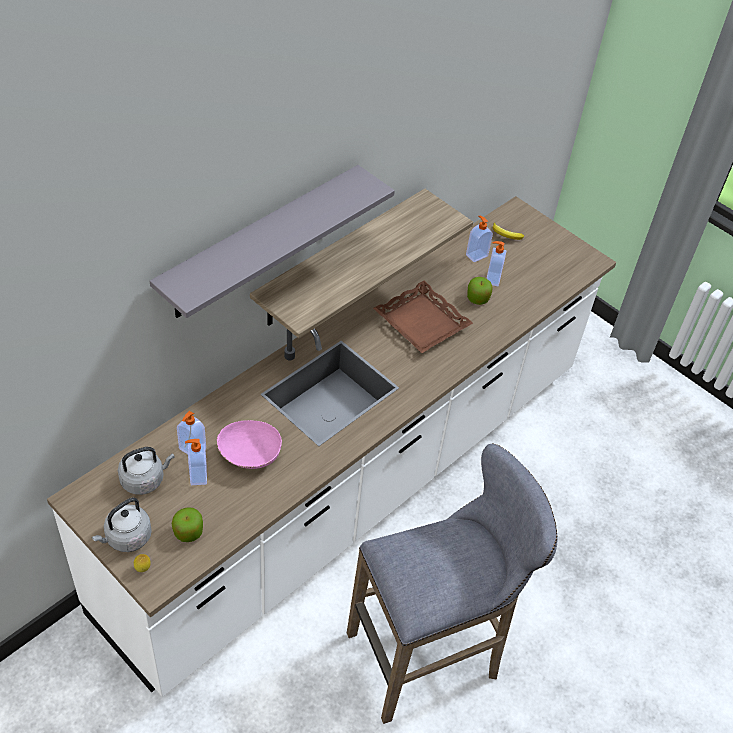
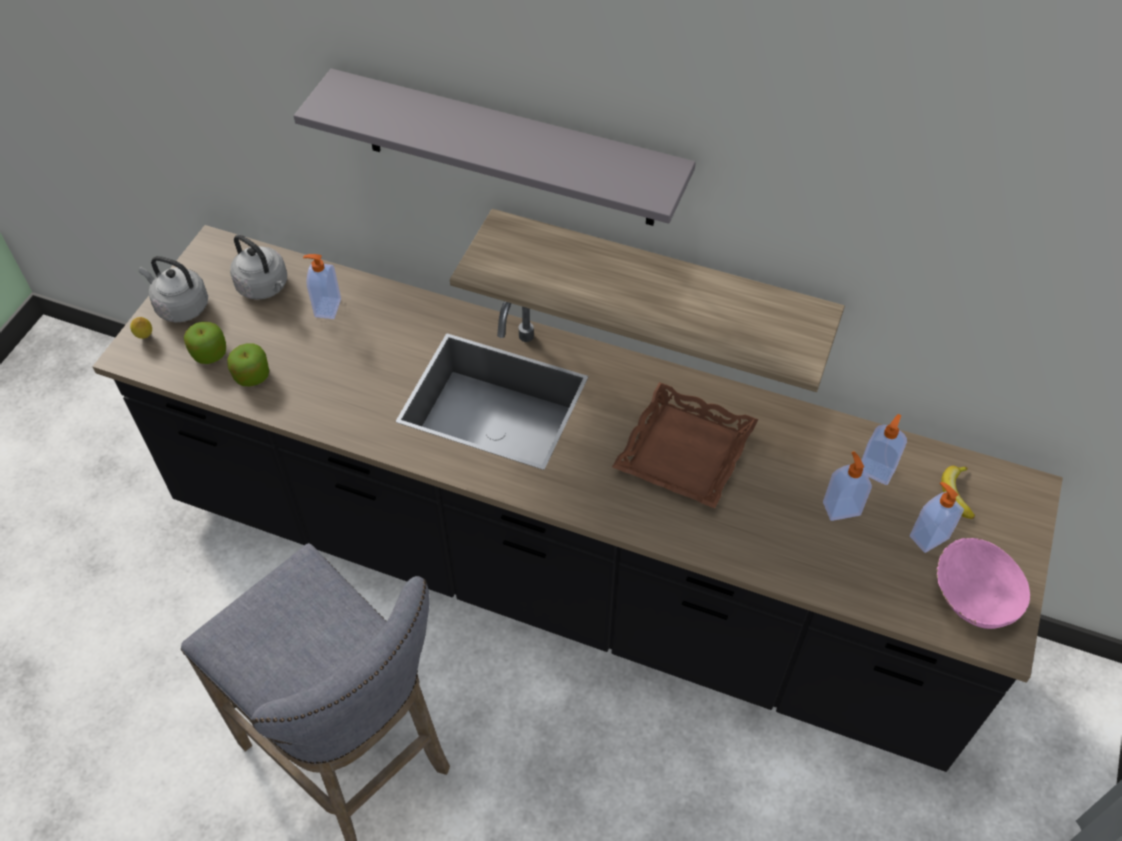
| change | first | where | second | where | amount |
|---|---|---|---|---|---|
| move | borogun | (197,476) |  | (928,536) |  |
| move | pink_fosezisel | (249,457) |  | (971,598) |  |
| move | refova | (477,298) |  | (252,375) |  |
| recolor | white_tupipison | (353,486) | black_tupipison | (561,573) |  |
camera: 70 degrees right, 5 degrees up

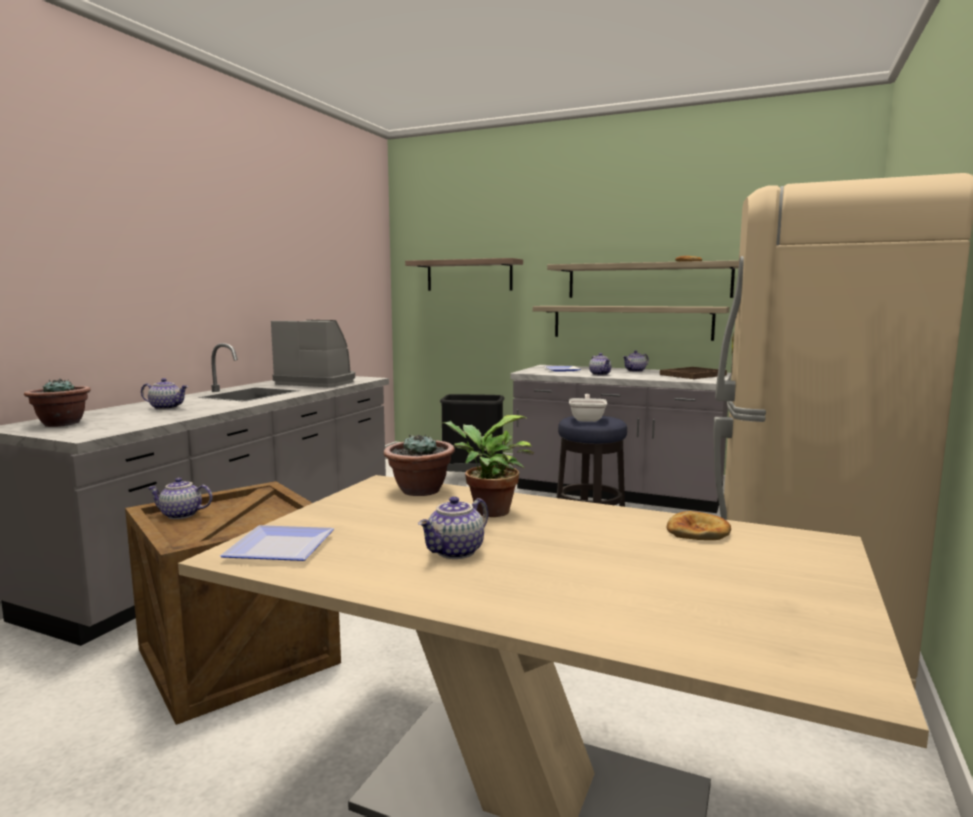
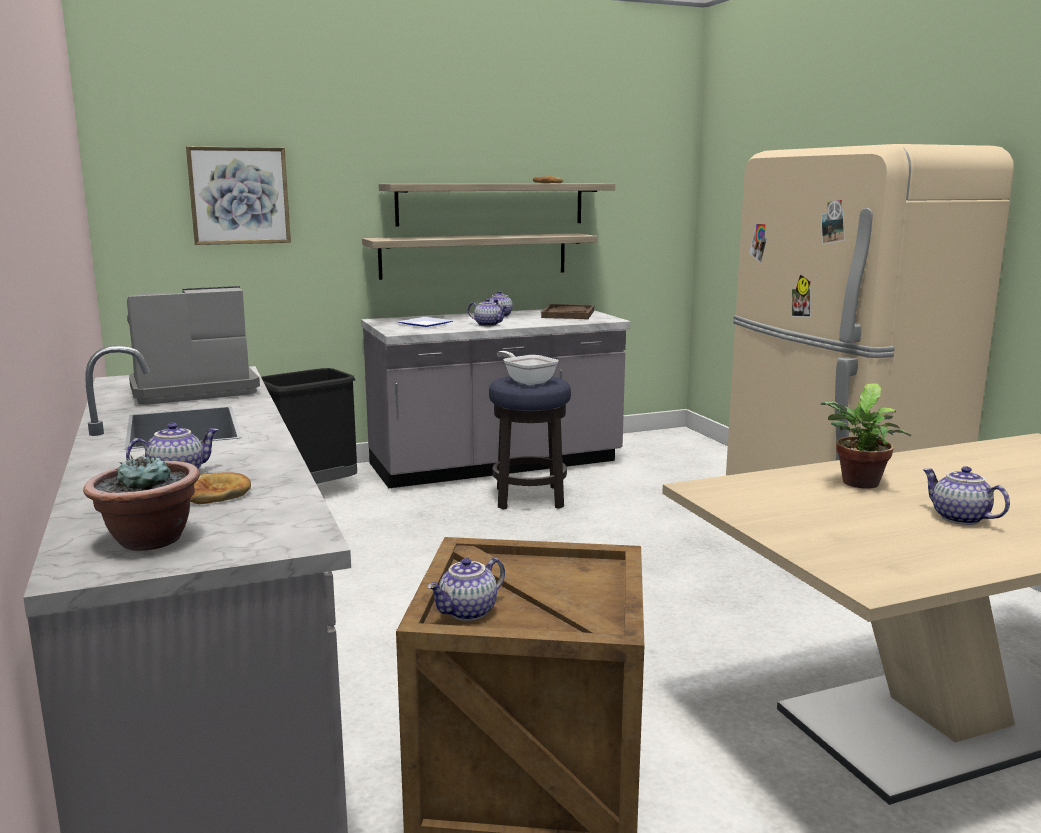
| change | first | where | second | where | amount |
|---|---|---|---|---|---|
| delete | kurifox | (276,549) |  |  |  |
| delete | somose | (420,491) |  |  |  |
| move | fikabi | (698,531) |  | (217,493) |  |
| replace | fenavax | (469,275) | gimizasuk | (239,196) |  |
| rotate | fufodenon | (456,552) |  | (958,518) | 150 degrees clockwise |
camera: 45 degrees left, 5 degrees up

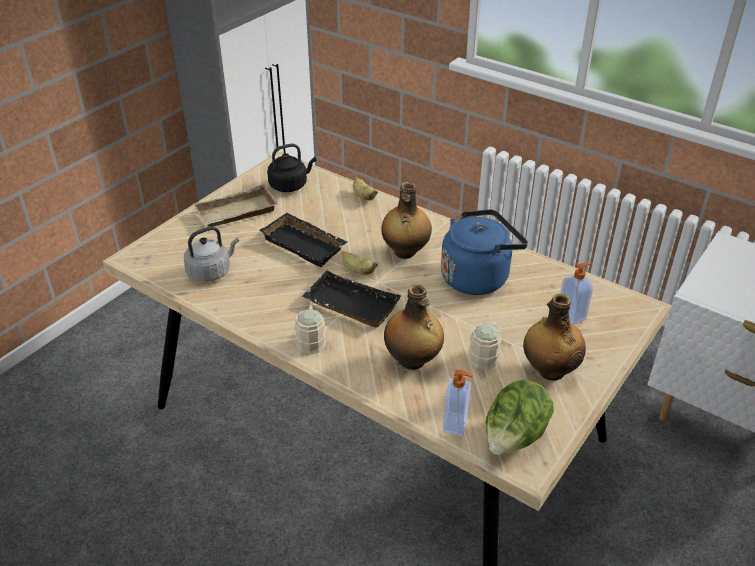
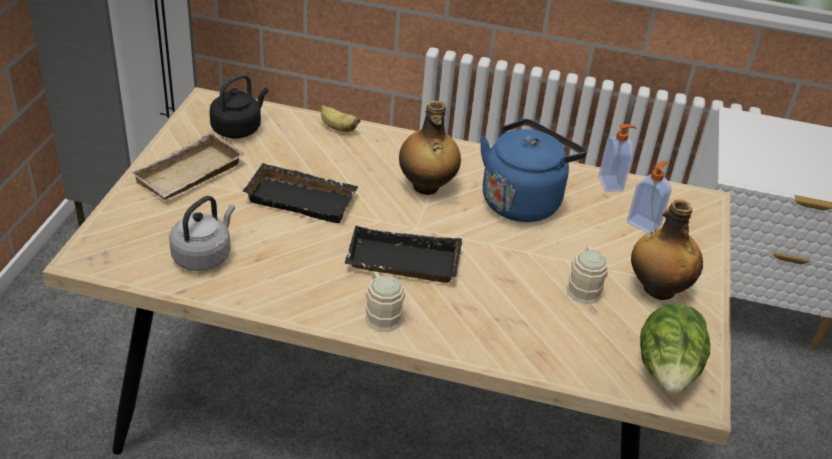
| change | first | where | second | where | amount |
|---|---|---|---|---|---|
| delete | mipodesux | (357,271) |  |  |  |
| delete | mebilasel | (412,361) |  |  |  |
| move | borogun | (456,424) |  | (611,184) |  |
camera: 25 degrees left, 0 degrees up

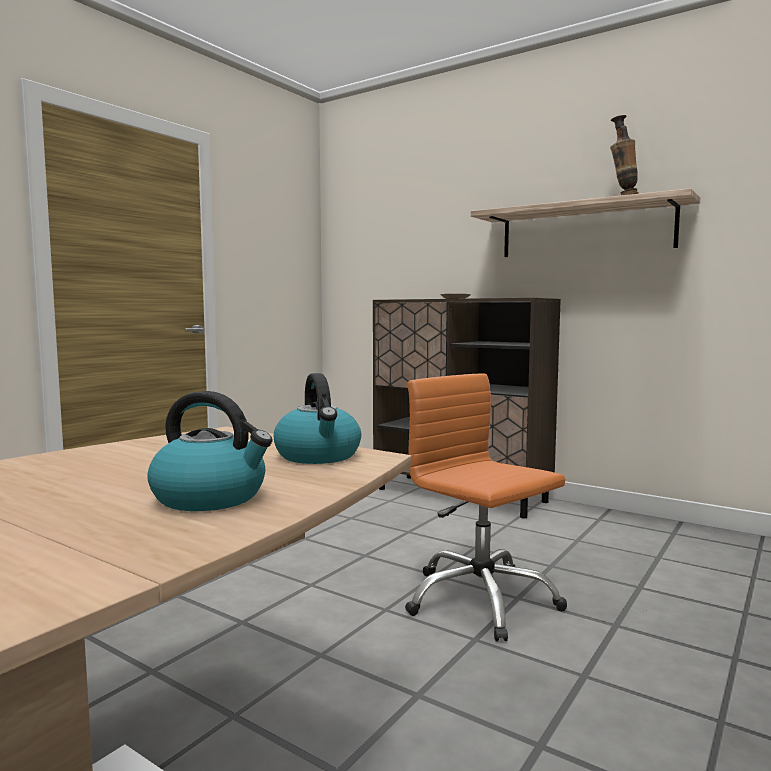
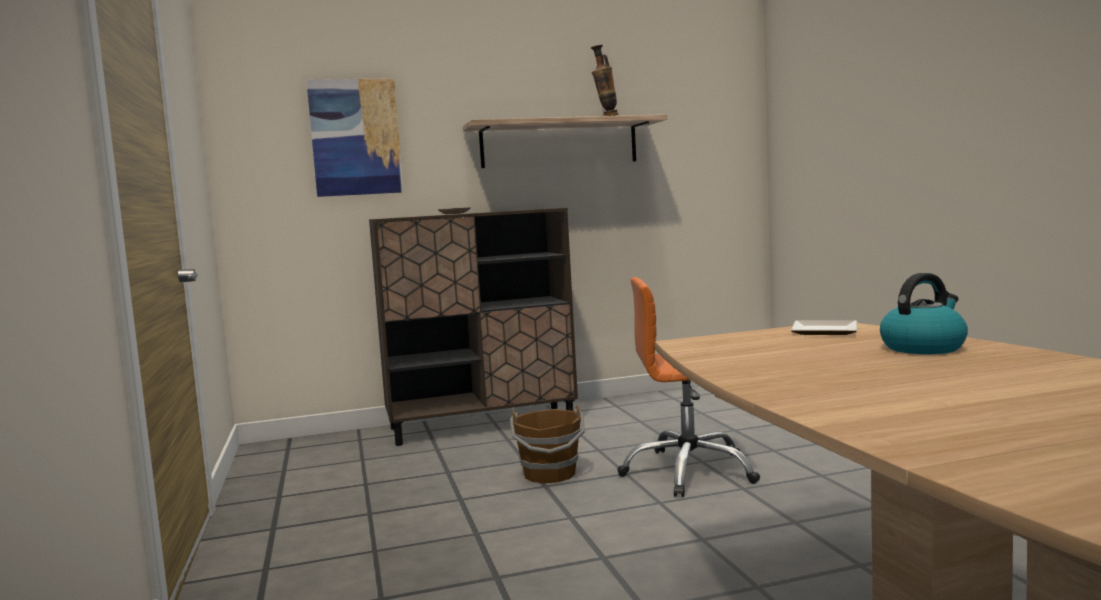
| change | first | where | second | where | amount |
|---|---|---|---|---|---|
| insert |  |  | gimizasuk | (355,137) |  |
| insert |  |  | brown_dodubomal | (550,474) |  |
| replace | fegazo | (319,456) | kurifox | (822,331) |  |
camera: 50 degrees left, 0 degrees up

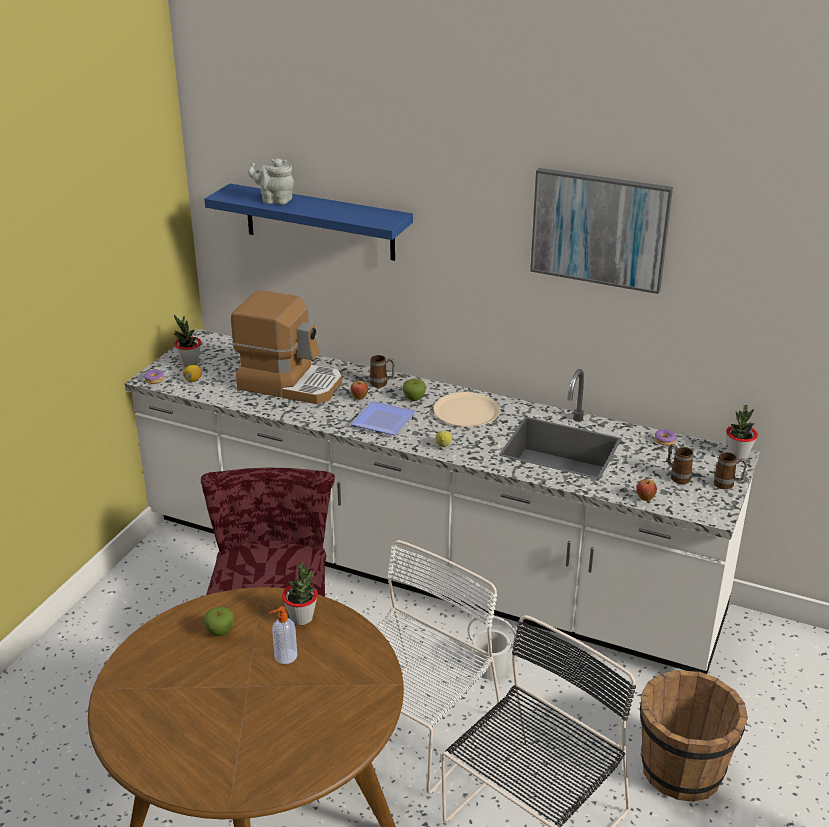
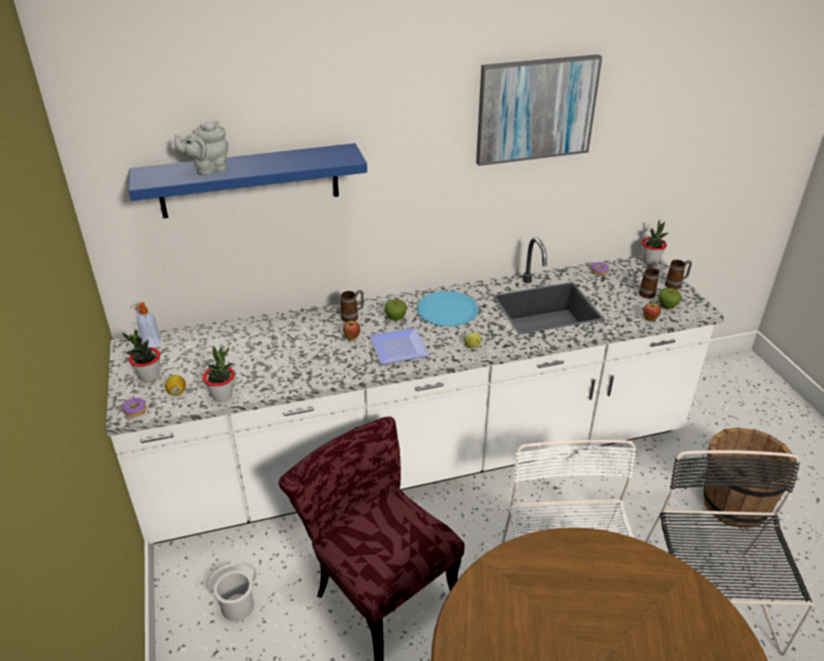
| change | first | where | second | where | amount |
|---|---|---|---|---|---|
| delete | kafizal | (290,383) |  |  |  |
| move | refova | (220,632) |  | (667,307) |  |
| move | borogun | (285,656) |  | (151,343) |  |
| move | somose | (301,618) |  | (222,395) |  |
| move | white_dodubomal | (490,667) |  | (237,606) |  |
| recolor | beige_kurifox | (466,411) | blue_kurifox | (447,310) |  |
camera: 40 degrees left, 5 degrees up

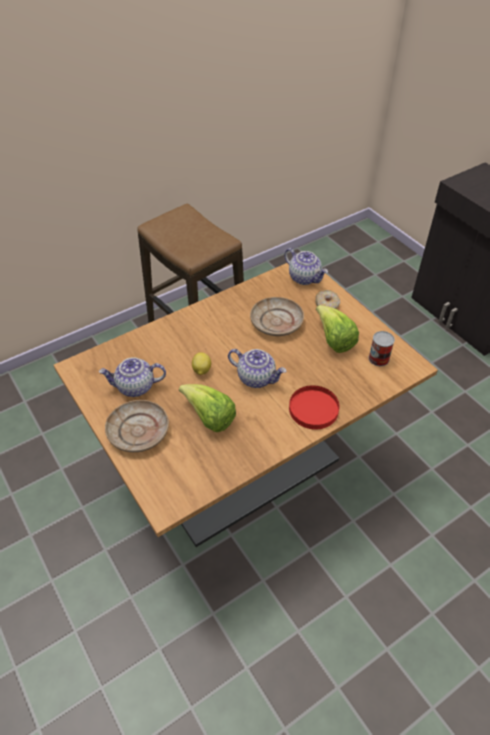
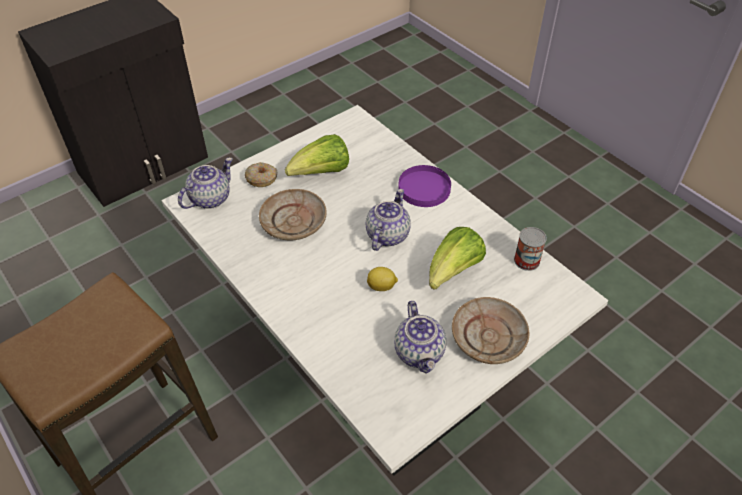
| change | first | where | second | where | amount |
|---|---|---|---|---|---|
| move | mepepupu | (378,358) |  | (526,260) |  |
| recolor | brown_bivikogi | (244,468) | white_bivikogi | (370,368) |  |
| recolor | red_kurifox | (313,409) | purple_kurifox | (424,189) |  |
camera: 95 degrees left, 0 degrees up

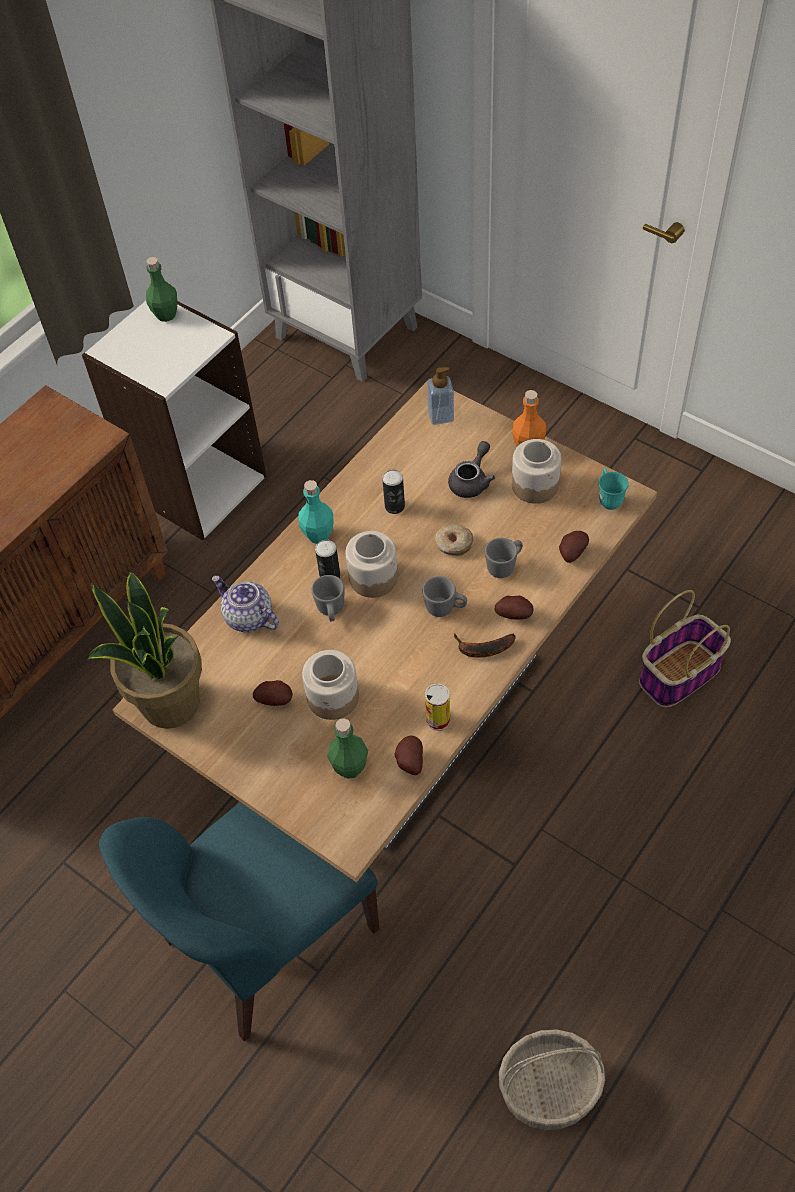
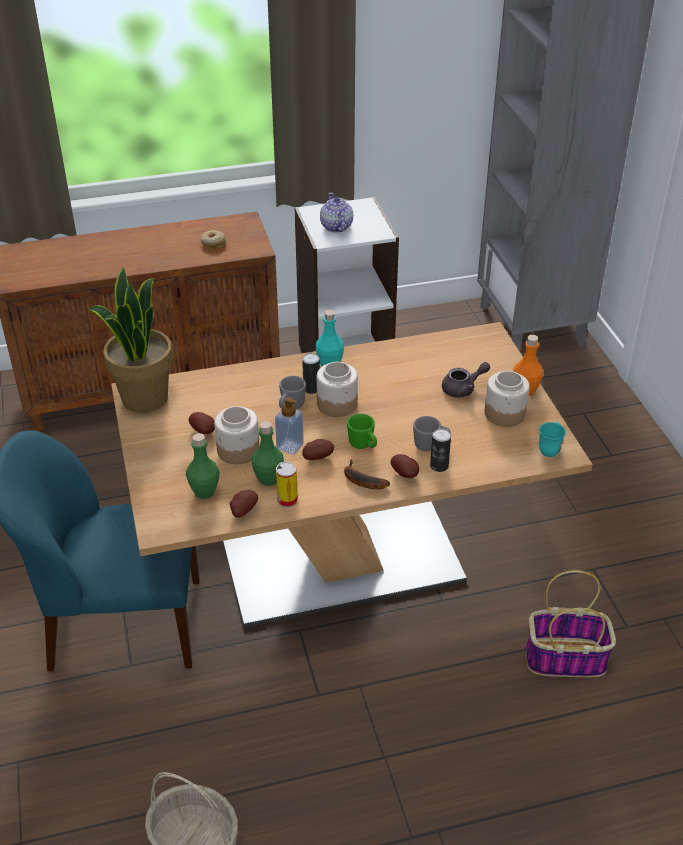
| change | first | where | second | where | amount |
|---|---|---|---|---|---|
| move | green_mebilasel | (166,315) |  | (268,479) |  |
| move | fufodenon | (248,617) |  | (336,226) |  |
| move | mepepupu | (394,506) |  | (439,466) |  |
| move | borogun | (440,416) |  | (290,446) |  |
| move | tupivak | (453,544) |  | (213,243) |  |
| move | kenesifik | (571,553) |  | (317,457) |  |
| recolor | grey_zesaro | (445,608) | green_zesaro | (363,445) |  |
camera: 35 degrees right, 15 degrees down

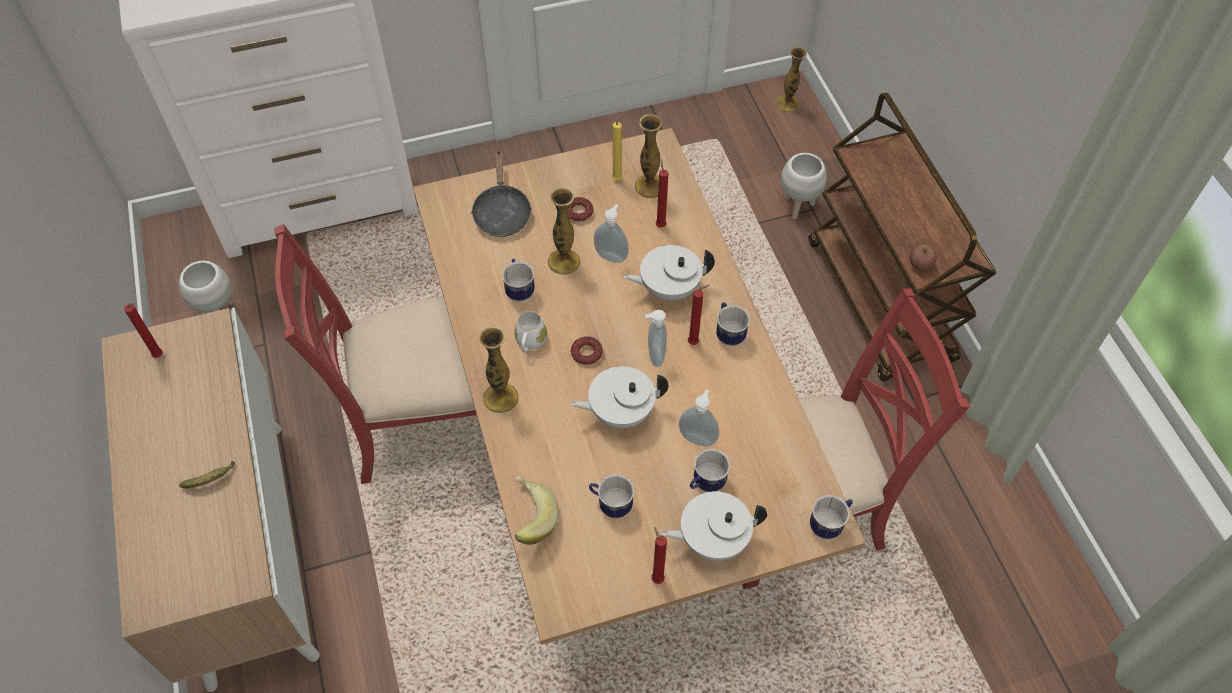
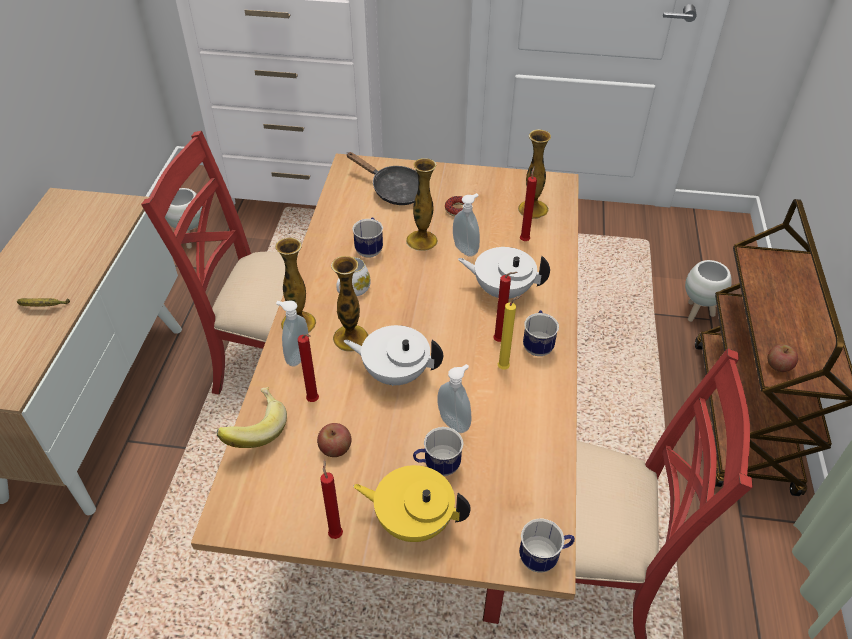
| change | first | where | second | where | amount |
|---|---|---|---|---|---|
| delete | tupivak | (586,353) |  |  |  |
| move | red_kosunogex | (160,356) |  | (314,401) |  |
| move | yellow_kosunogex | (618,178) |  | (505,367) |  |
| move | borogun | (654,355) |  | (296,356) |  |
| move | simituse | (787,103) |  | (350,338) |  |
| replace | zesaro | (611,505) | refova | (335,448) |  |
| recolor | white_fufodenon | (712,539) | yellow_fufodenon | (413,520) |  |
| rotate | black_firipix | (502,212) |  | (393,190) | 75 degrees counterclockwise |
camera: 25 degrees right, 10 degrees down

